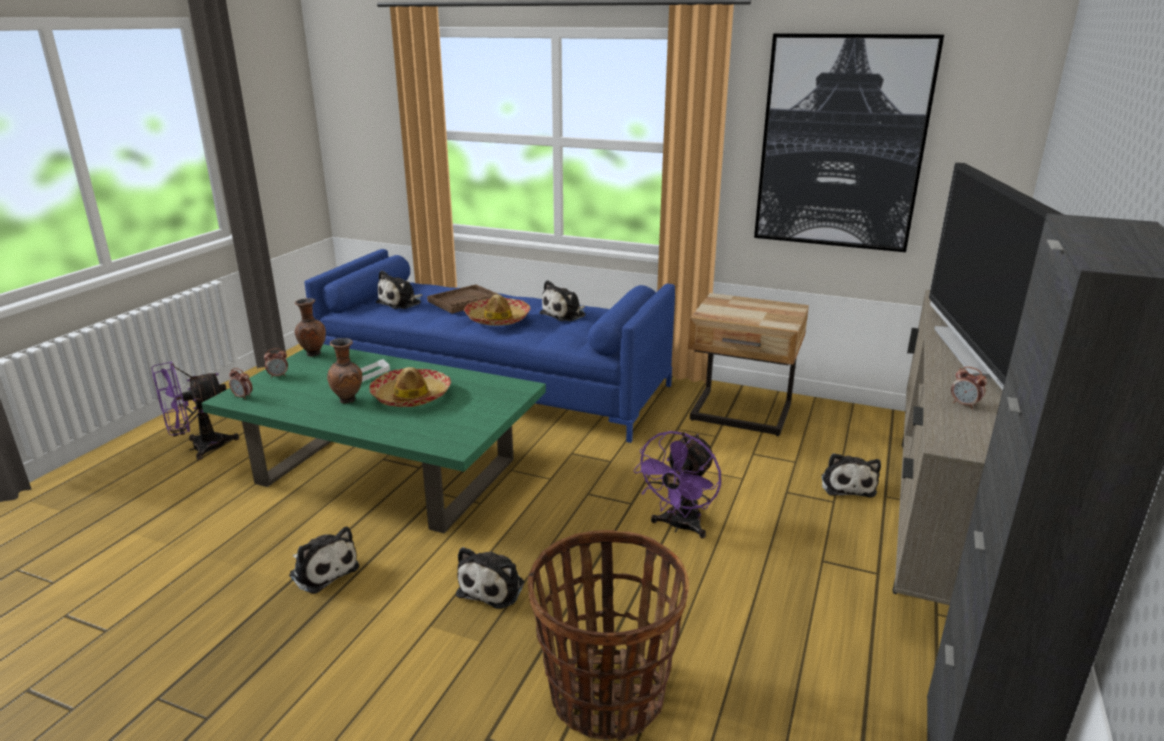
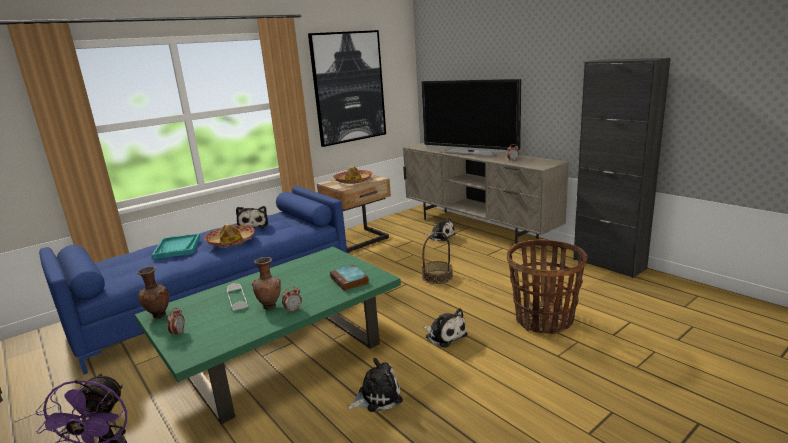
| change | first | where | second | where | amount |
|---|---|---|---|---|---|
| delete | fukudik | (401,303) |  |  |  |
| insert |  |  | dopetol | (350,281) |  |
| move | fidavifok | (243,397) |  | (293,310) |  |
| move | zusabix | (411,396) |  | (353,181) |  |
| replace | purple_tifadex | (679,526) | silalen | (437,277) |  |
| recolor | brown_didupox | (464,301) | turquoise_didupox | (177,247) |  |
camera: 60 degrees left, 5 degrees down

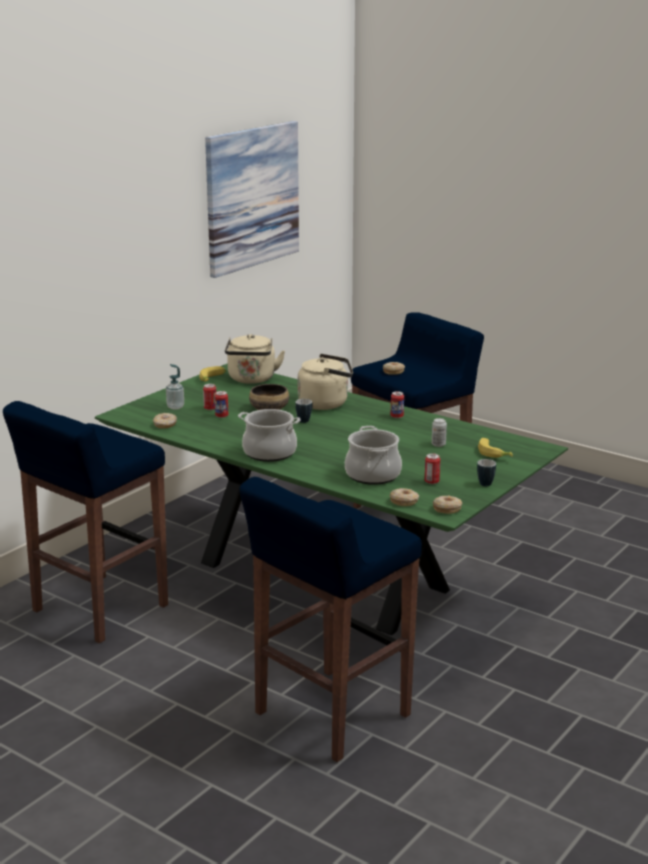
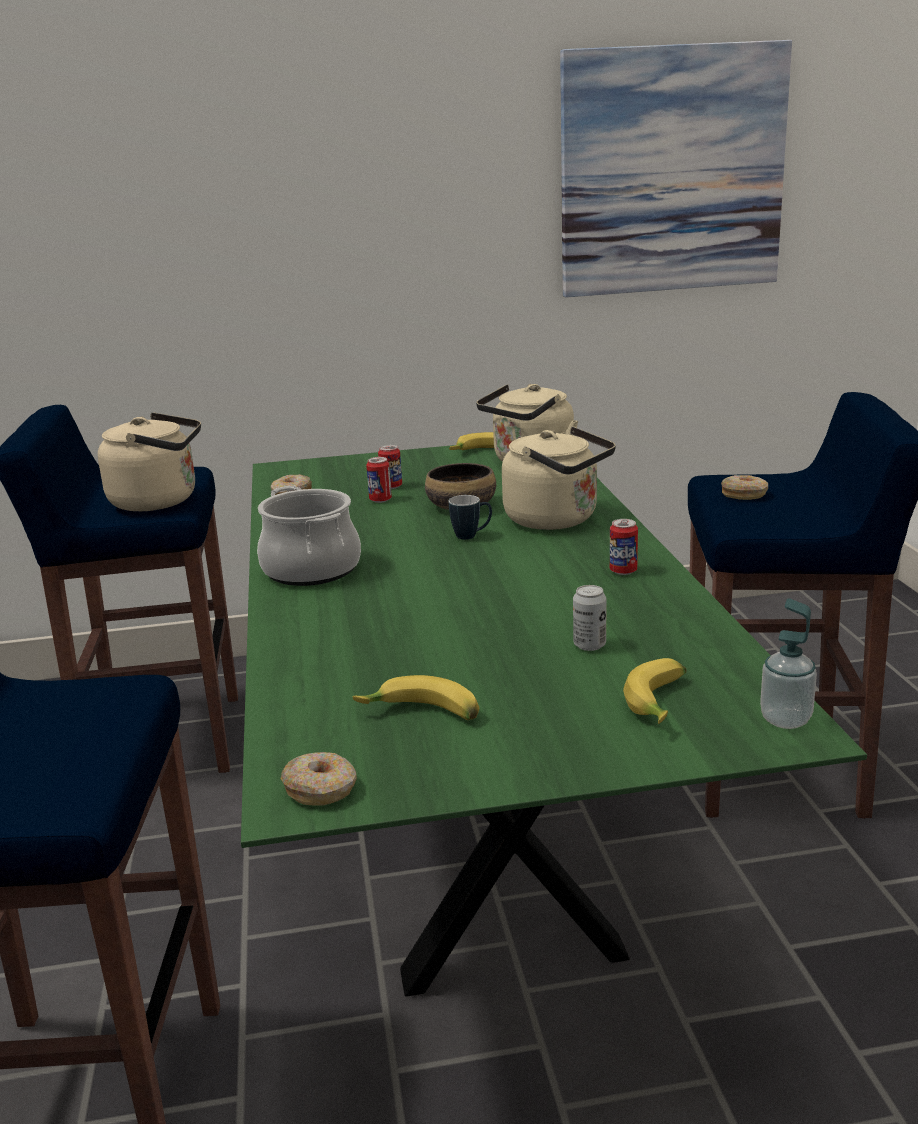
| change | first | where | second | where | amount |
|---|---|---|---|---|---|
| delete | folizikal | (373,475) |  |  |  |
| delete | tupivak | (404,501) |  |  |  |
| delete | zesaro | (487,483) |  |  |  |
| insert |  |  | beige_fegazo | (160,501) |  |
| move | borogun | (175,407) |  | (785,719) |  |
| replace | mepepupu | (431,482) | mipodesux | (421,715) |  |
camera: 45 degrees right, 0 degrees up

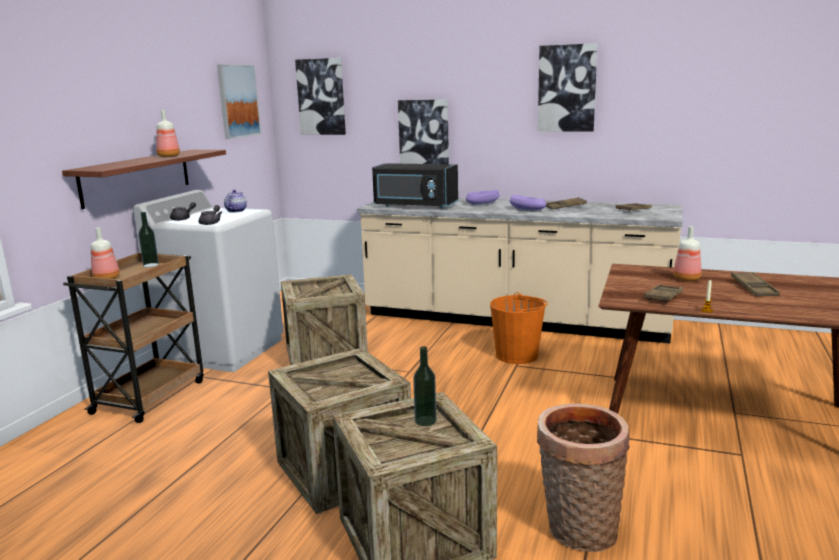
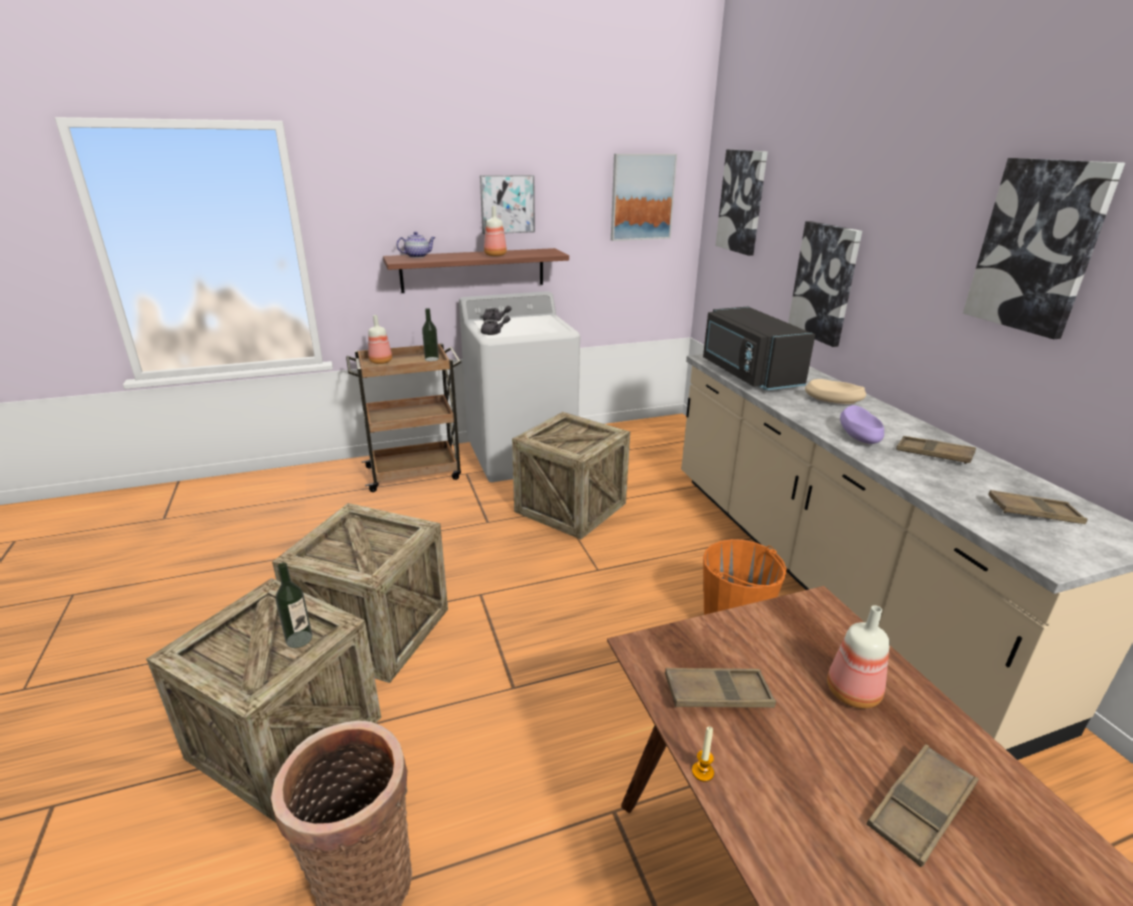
| change | first | where | second | where | amount |
|---|---|---|---|---|---|
| insert |  |  | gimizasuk | (507,204) |  |
| move | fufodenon | (236,211) |  | (418,256) |  |
| recolor | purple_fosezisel | (482,204) | beige_fosezisel | (833,401) |  |
camera: 50 degrees right, 10 degrees up

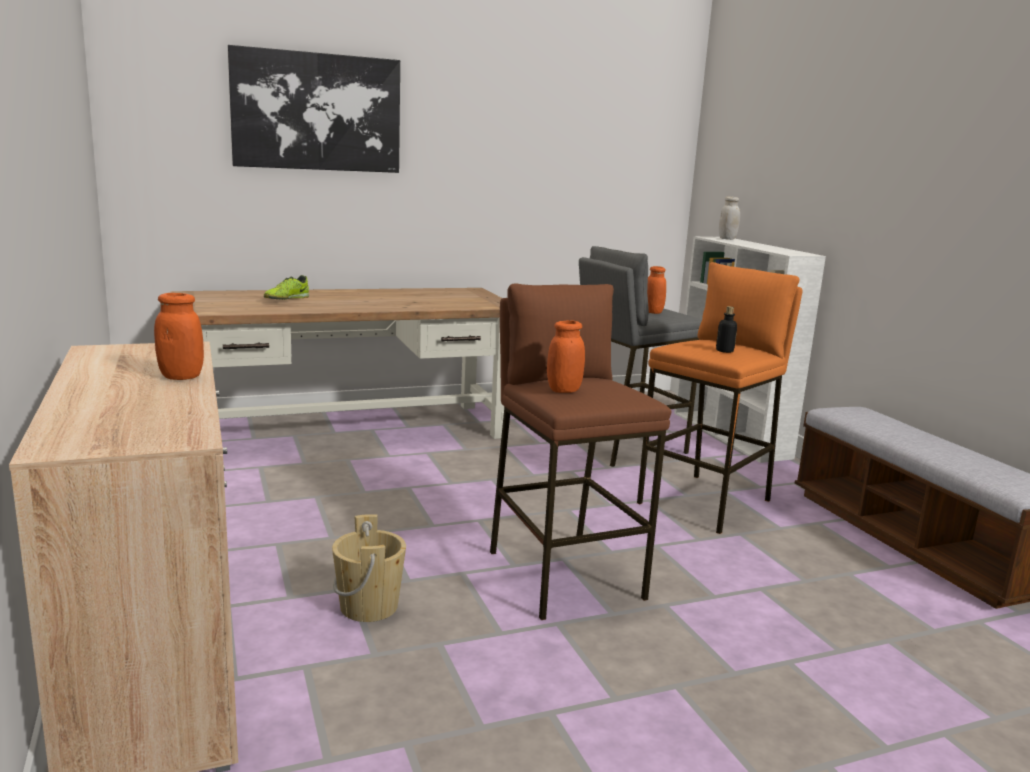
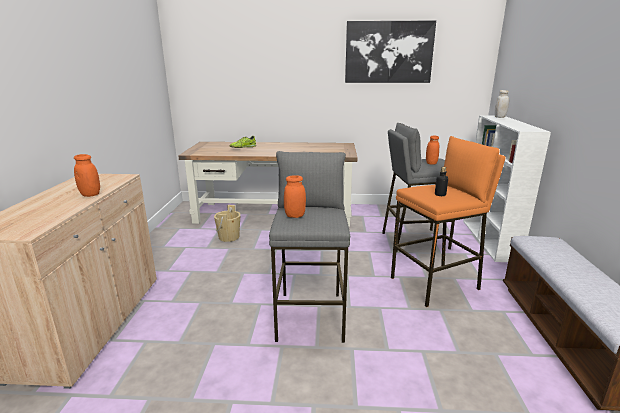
| change | first | where | second | where | amount |
|---|---|---|---|---|---|
| move | gimizasuk | (317,112) |  | (388,52) |  |
| move | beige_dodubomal | (369,606) |  | (229,237) |  |
| recolor | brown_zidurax | (564,574) | grey_zidurax | (311,316) |  |
camera: 25 degrees right, 5 degrees up

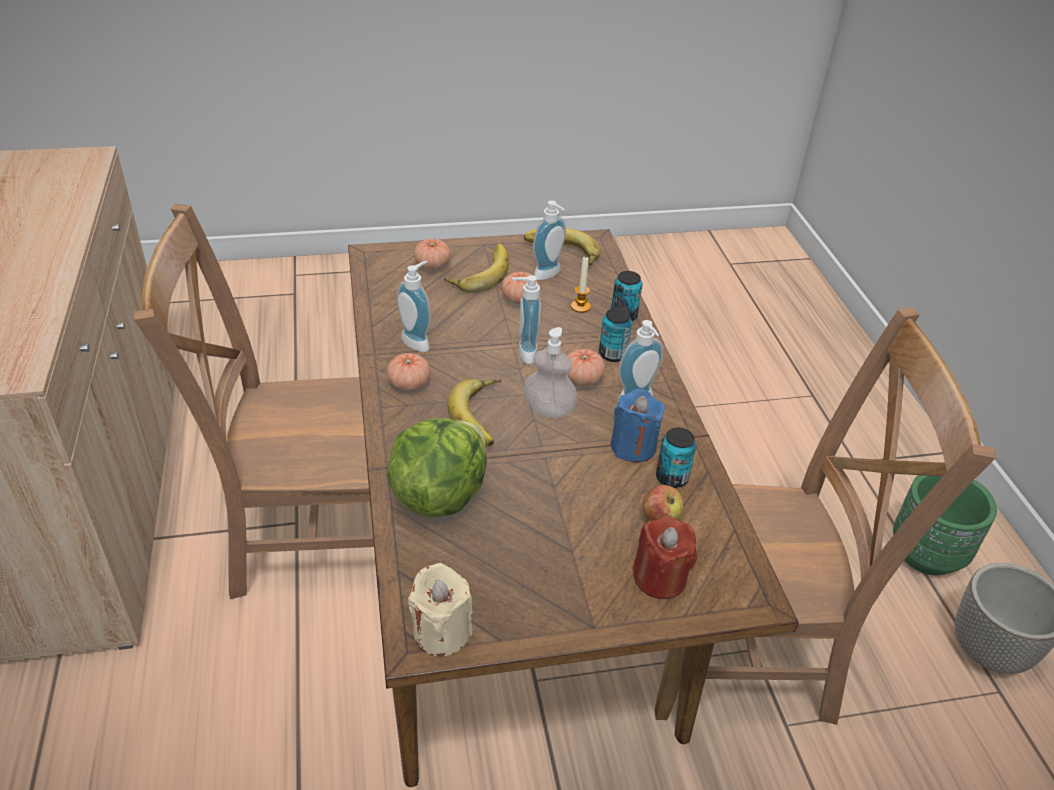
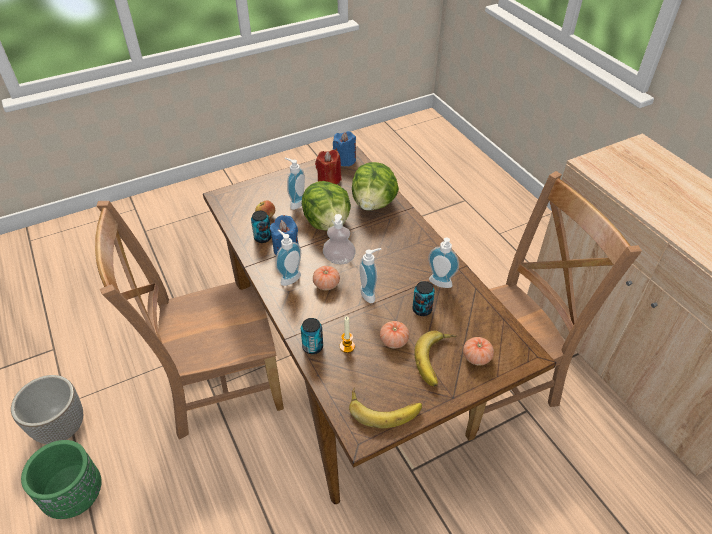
| change | first | where | second | where | amount |
|---|---|---|---|---|---|
| delete | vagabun | (409,383) |  |  |  |
| delete | mipodesux | (484,416) |  |  |  |
| insert |  |  | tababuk | (328,223) |  |
| move | borogun | (549,275) |  | (295,202) |  |
| move | mepepupu | (612,354) |  | (422,309) |  |
| move | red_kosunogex | (659,578) |  | (329,180) |  |
| recolor | beige_kosunogex | (441,632) | blue_kosunogex | (345,160) |  |
camera: 165 degrees right, 5 degrees up

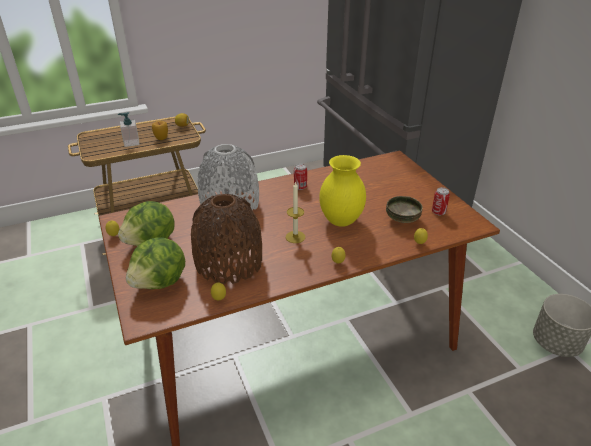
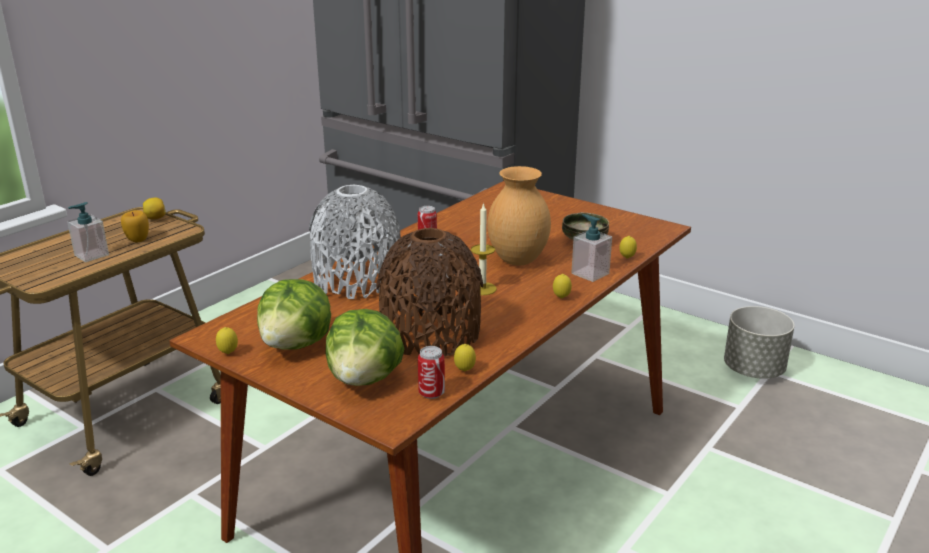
| change | first | where | second | where | amount |
|---|---|---|---|---|---|
| insert |  |  | borogun | (590,273) |  |
| move | mepepupu | (438,212) |  | (431,393) |  |
| recolor | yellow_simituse | (341,221) | brown_simituse | (519,260) |  |
camera: 30 degrees left, 10 degrees down

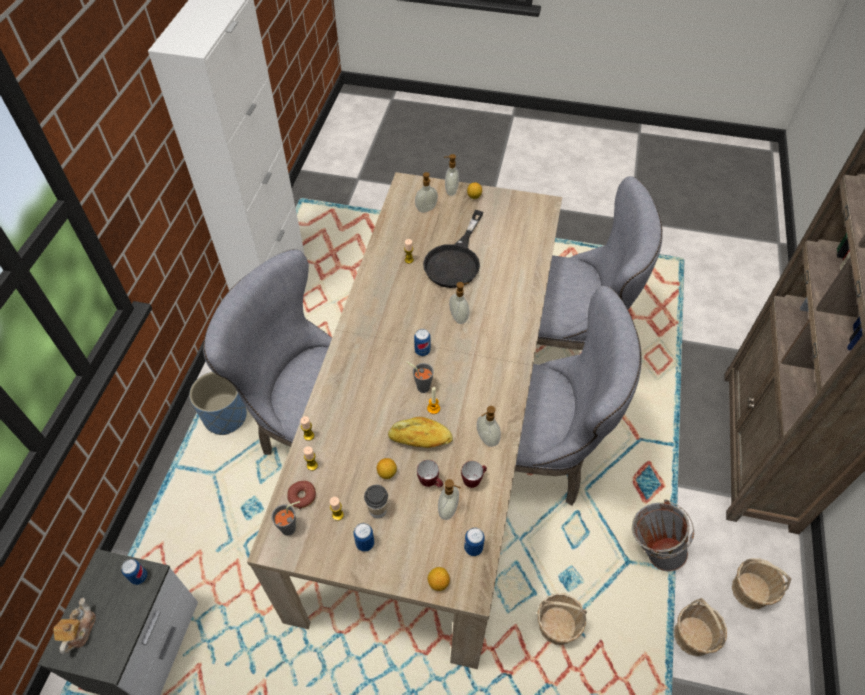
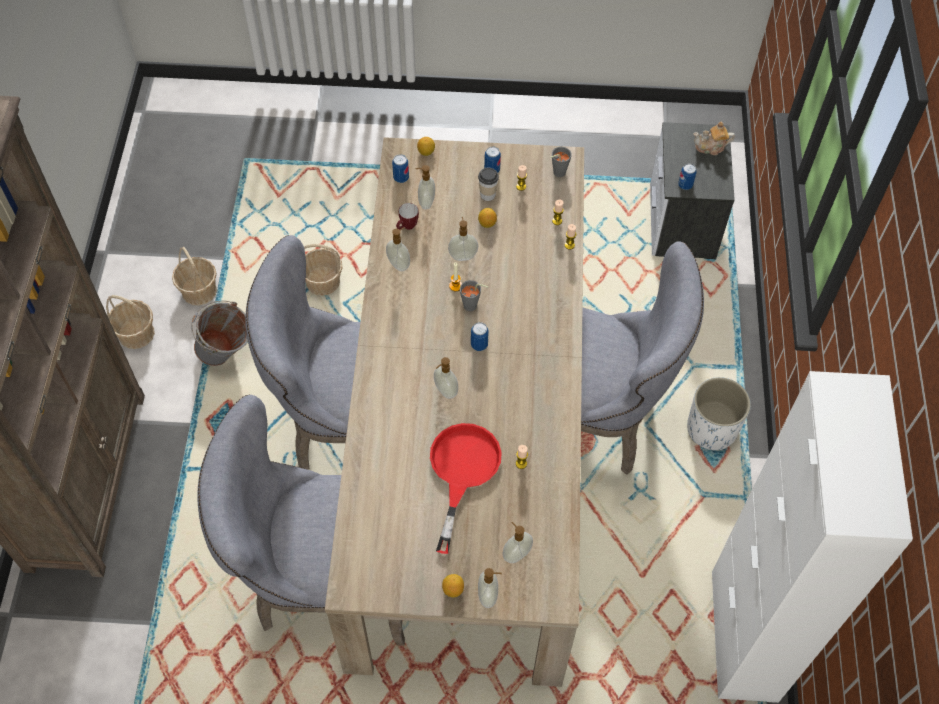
| change | first | where | second | where | amount |
|---|---|---|---|---|---|
| delete | tupivak | (302,496) |  |  |  |
| delete | zesaro | (430,483) |  |  |  |
| replace | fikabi | (420,439) | borogun | (463,256) |  |
| recolor | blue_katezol | (225,417) | white_katezol | (711,429) |  |
| recolor | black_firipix | (455,260) | red_firipix | (462,471) |  |
| rotate | fufodenon | (79,630) |  | (711,147) | 90 degrees clockwise |
camera: 170 degrees right, 5 degrees up

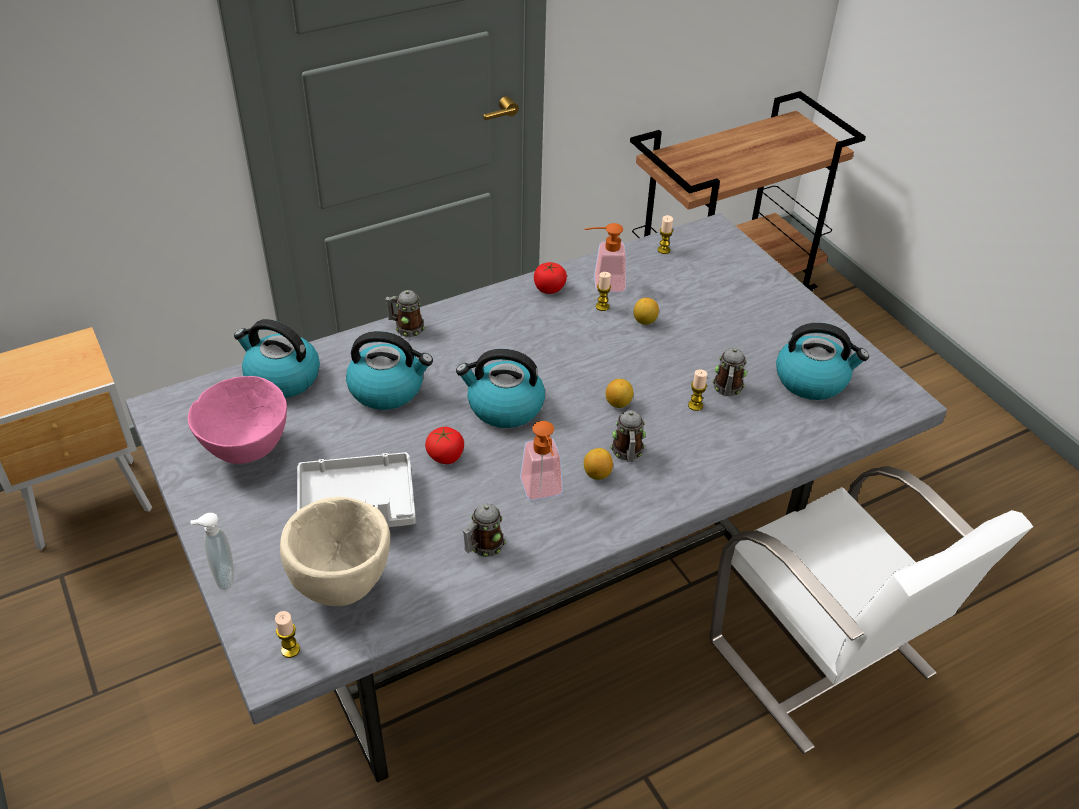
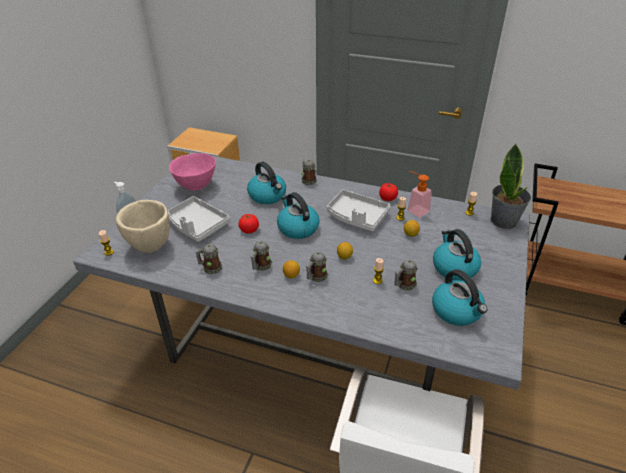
| change | first | where | second | where | amount |
|---|---|---|---|---|---|
| insert |  |  | grey_didupox | (357,217) |  |
| insert |  |  | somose | (504,221) |  |
| move | fegazo | (281,378) |  | (454,267) |  |
| replace | borogun | (543,492) | zesaro | (261,266) |  |
camera: 50 degrees right, 5 degrees down

